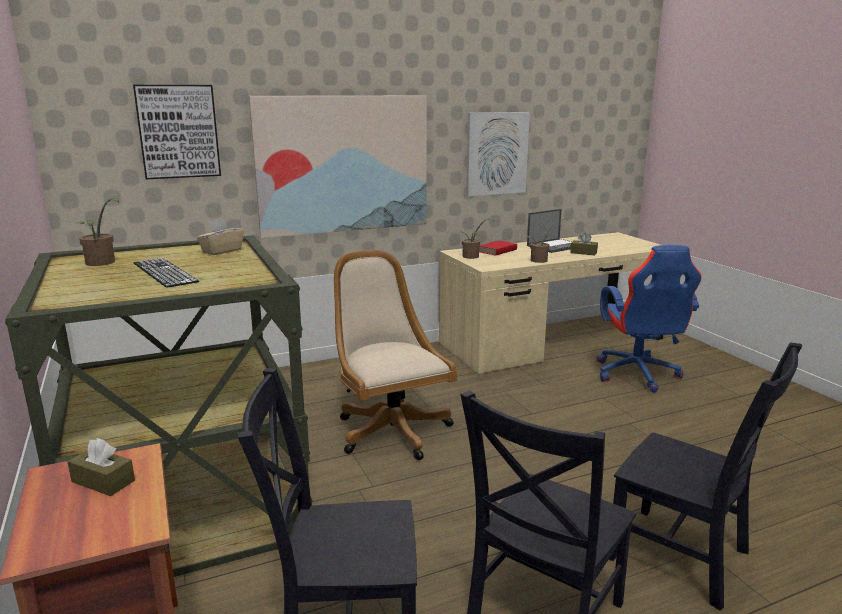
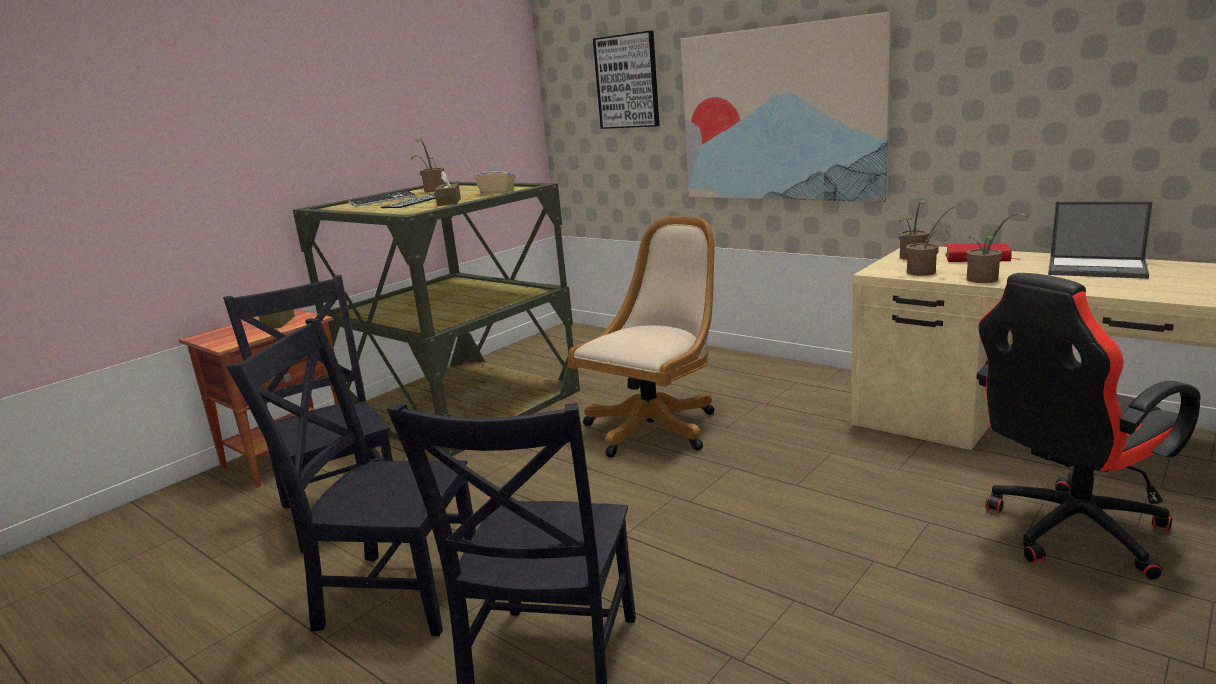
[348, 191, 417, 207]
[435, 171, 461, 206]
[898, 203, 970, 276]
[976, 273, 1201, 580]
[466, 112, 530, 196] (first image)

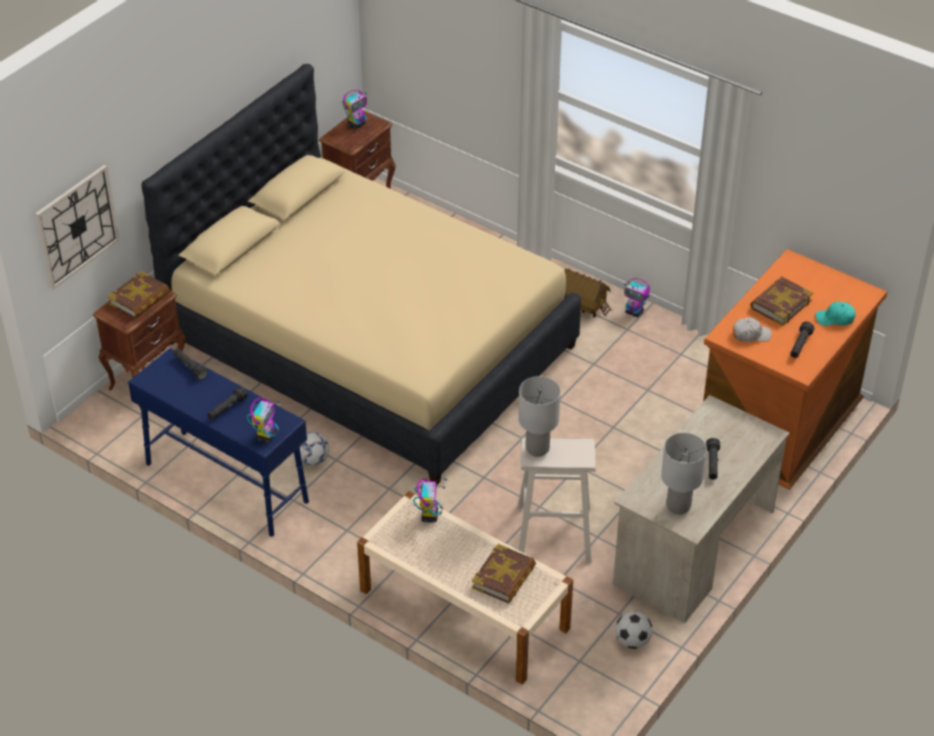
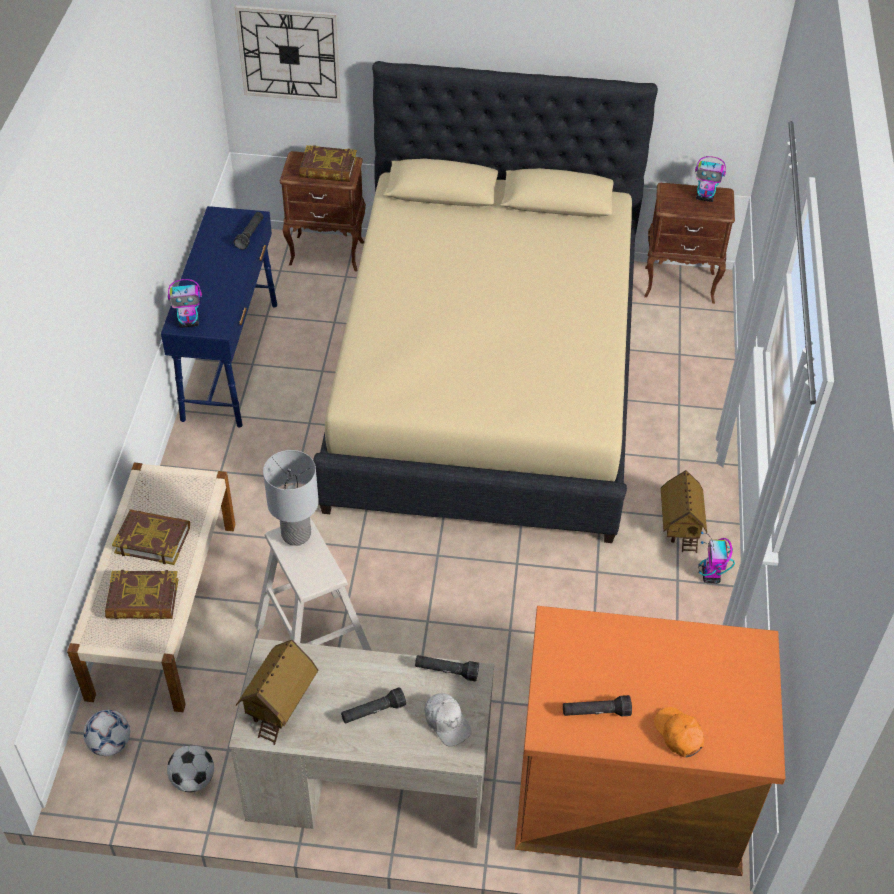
[83, 710, 130, 756]
[112, 509, 190, 565]
[236, 640, 318, 745]
[415, 655, 479, 681]
[425, 693, 472, 747]
[654, 707, 704, 758]
[413, 478, 447, 522] (first image)

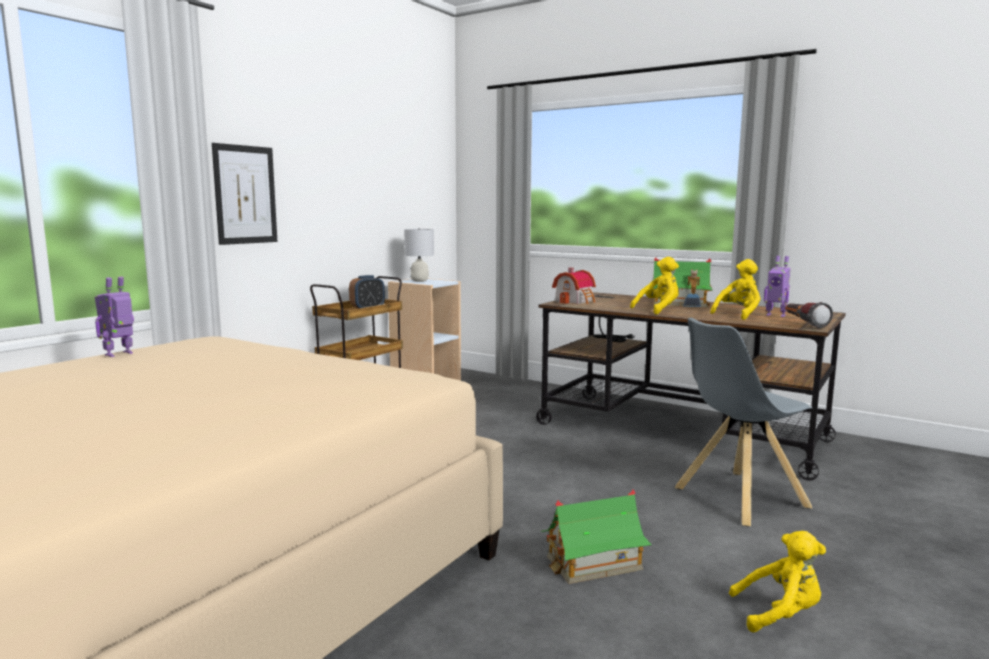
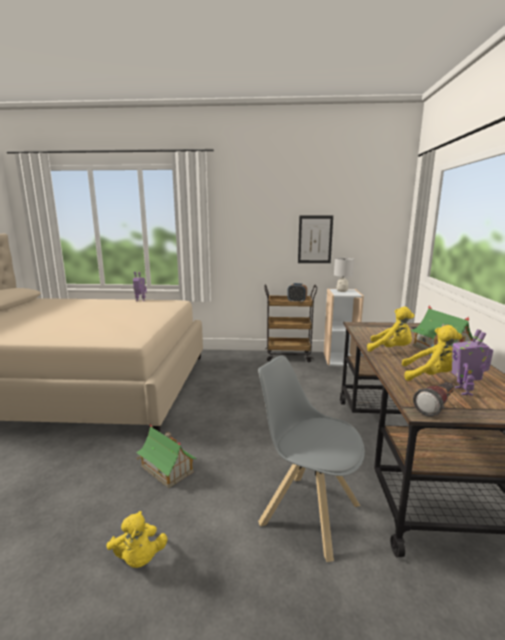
[298, 215, 333, 263]
[552, 268, 596, 304] (first image)

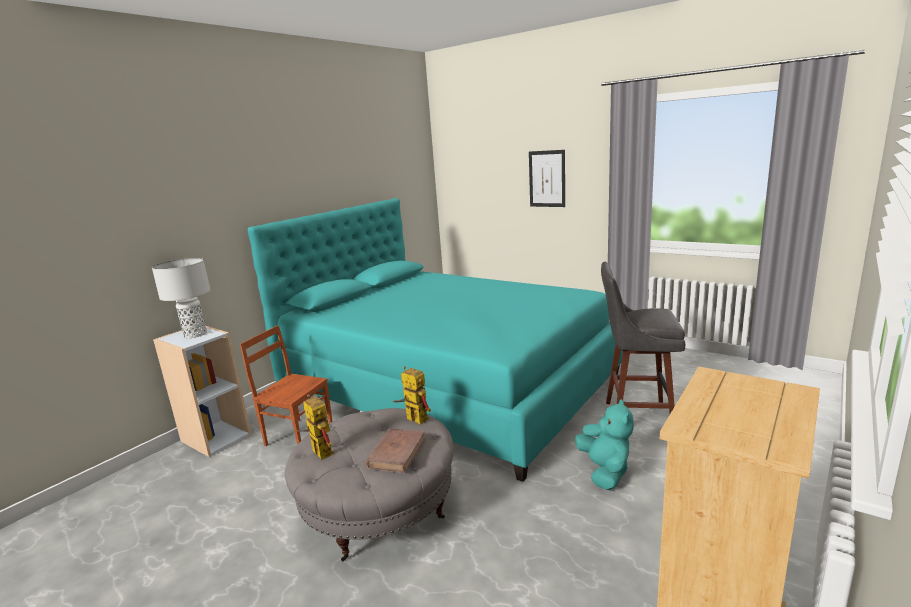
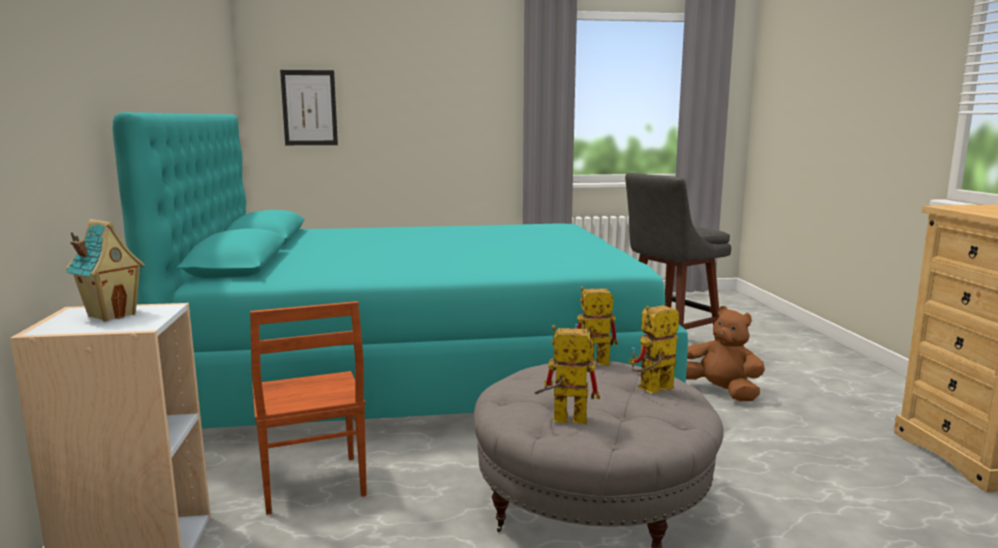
[66, 219, 145, 321]
[250, 301, 367, 515]
[280, 70, 338, 145]
[629, 305, 679, 393]
[686, 306, 765, 401]

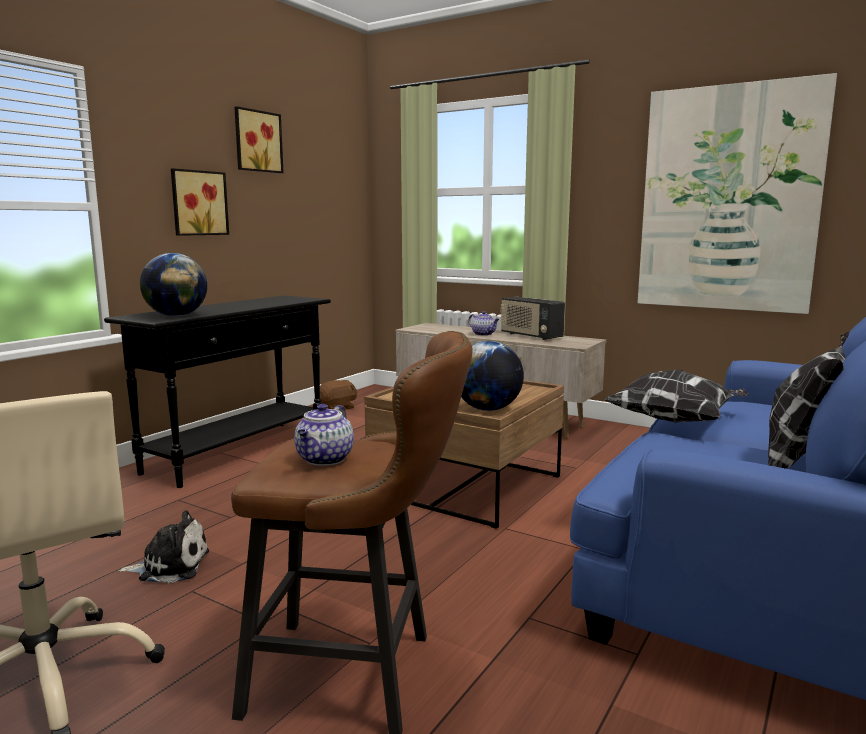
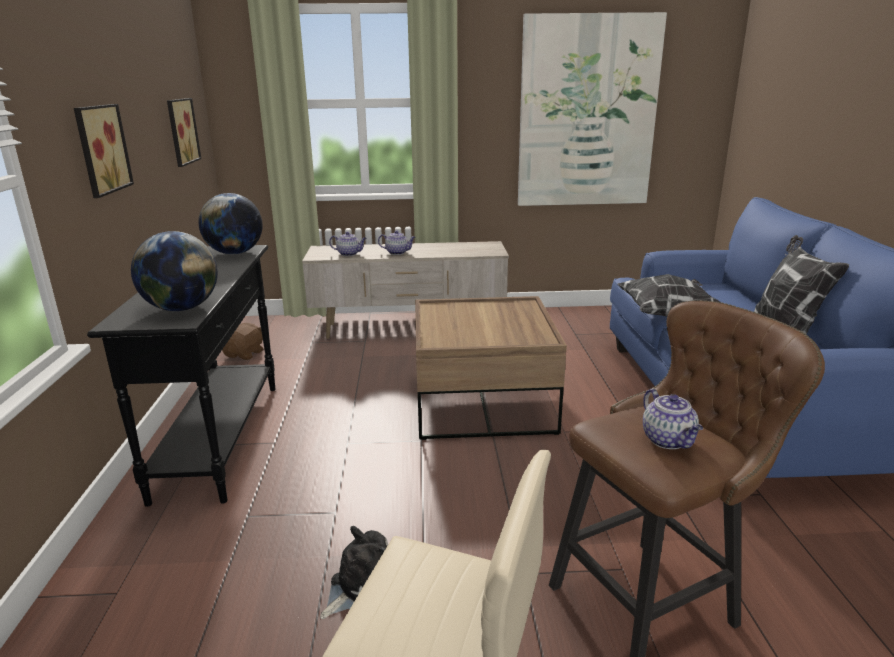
[167, 98, 201, 167]
[199, 193, 263, 254]
[329, 232, 367, 256]
[500, 297, 565, 340] (first image)

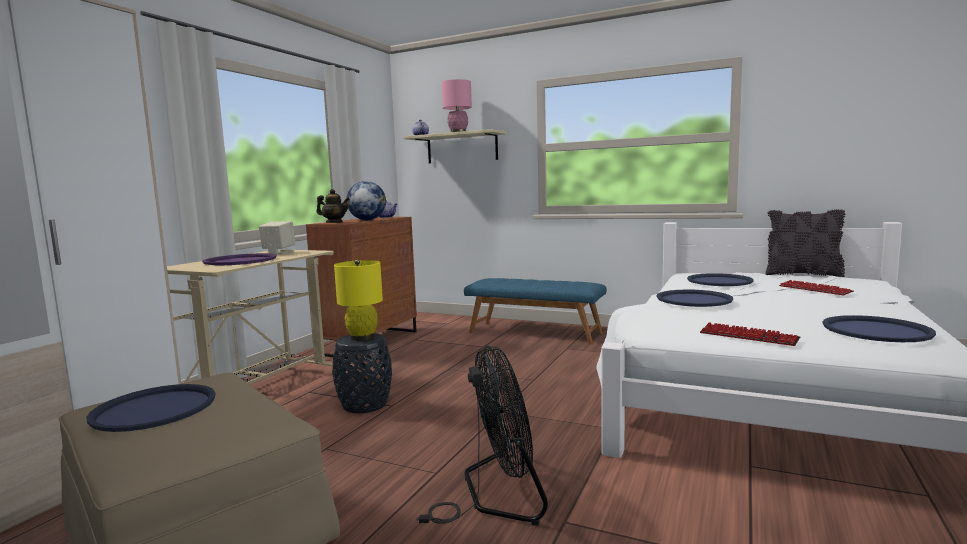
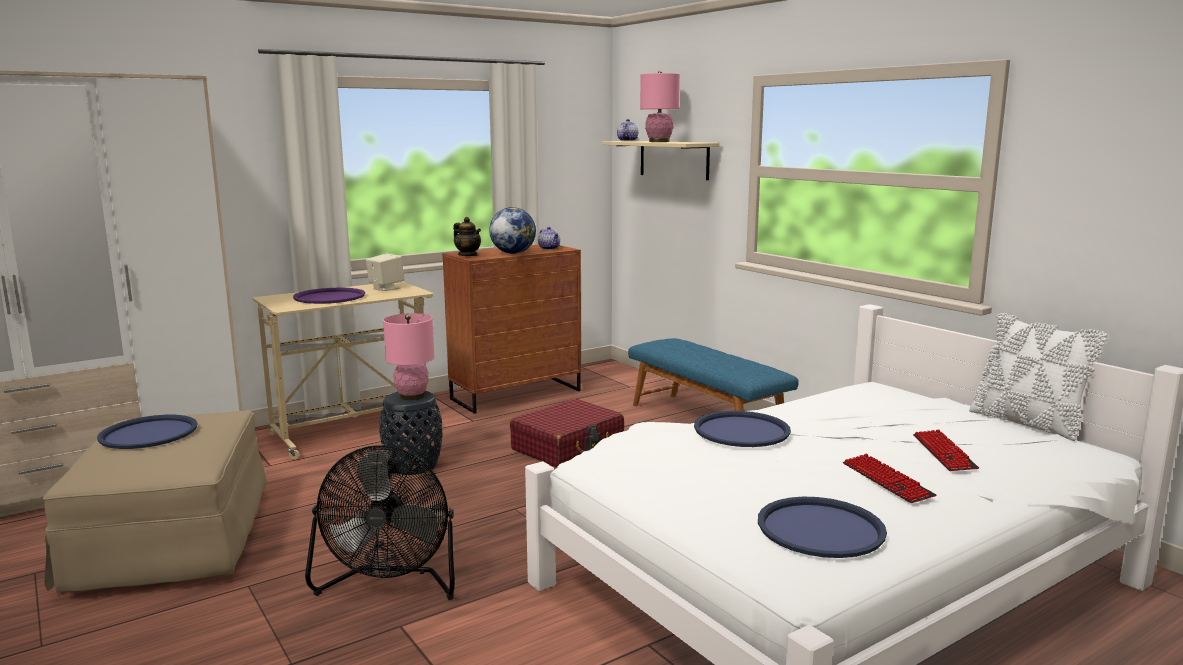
[305, 445, 455, 600]
[383, 313, 434, 400]
[510, 399, 624, 468]
[843, 454, 937, 503]
[969, 313, 1108, 441]
[687, 273, 754, 286] (first image)

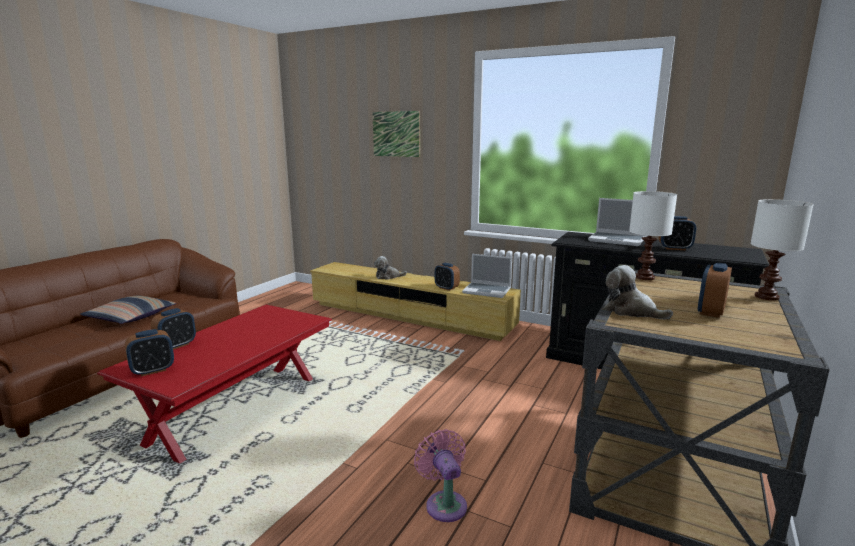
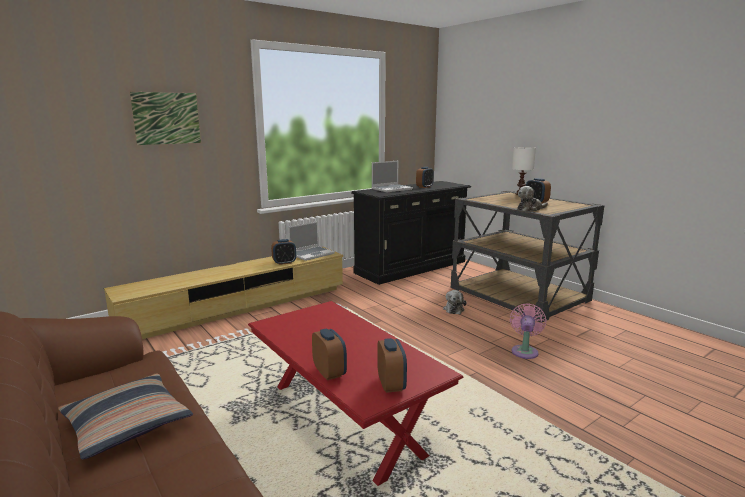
[443, 290, 466, 314]
[510, 303, 547, 359]
[629, 191, 677, 280] (first image)

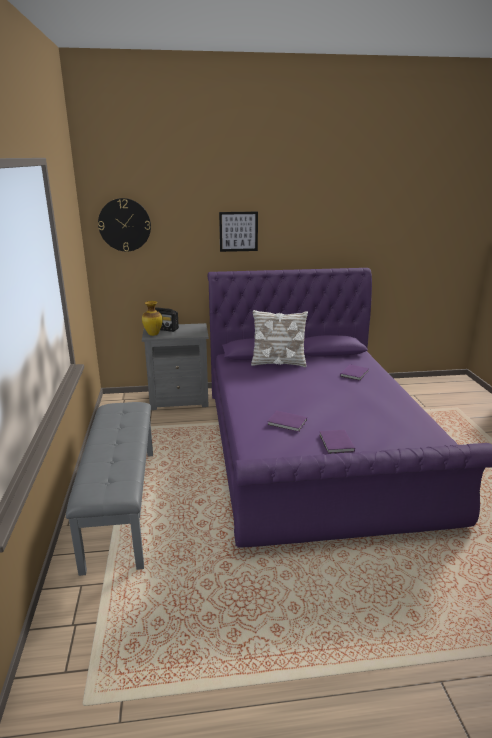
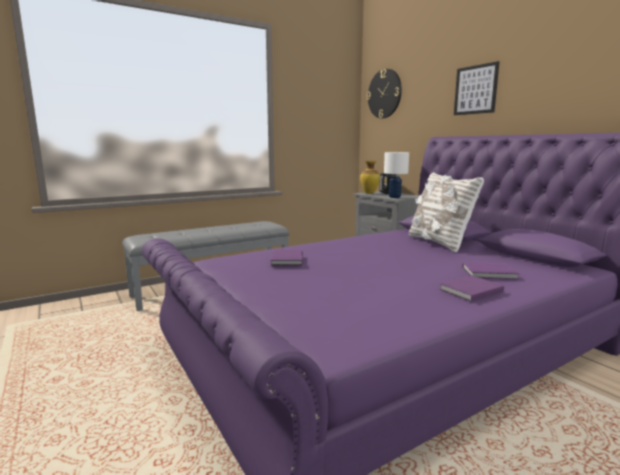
[384, 152, 409, 198]
[440, 276, 504, 302]

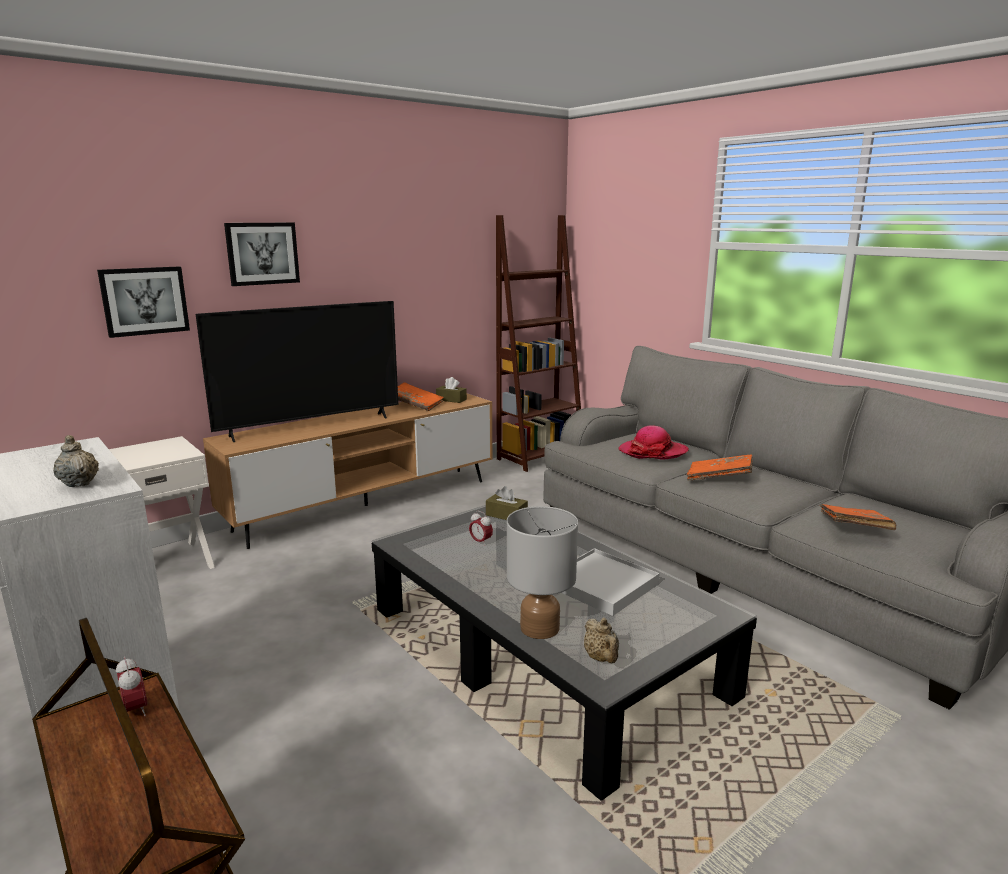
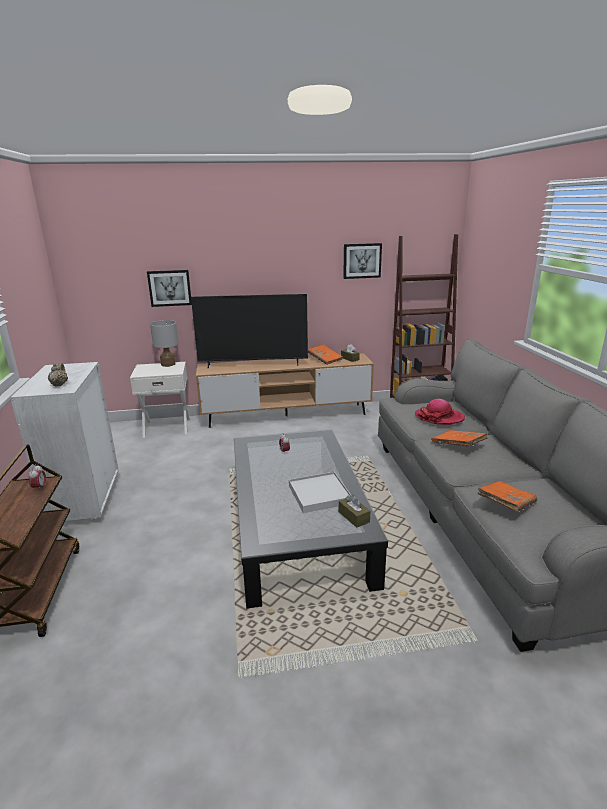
[150, 320, 178, 367]
[339, 495, 370, 528]
[343, 243, 382, 279]
[584, 618, 619, 663] (first image)

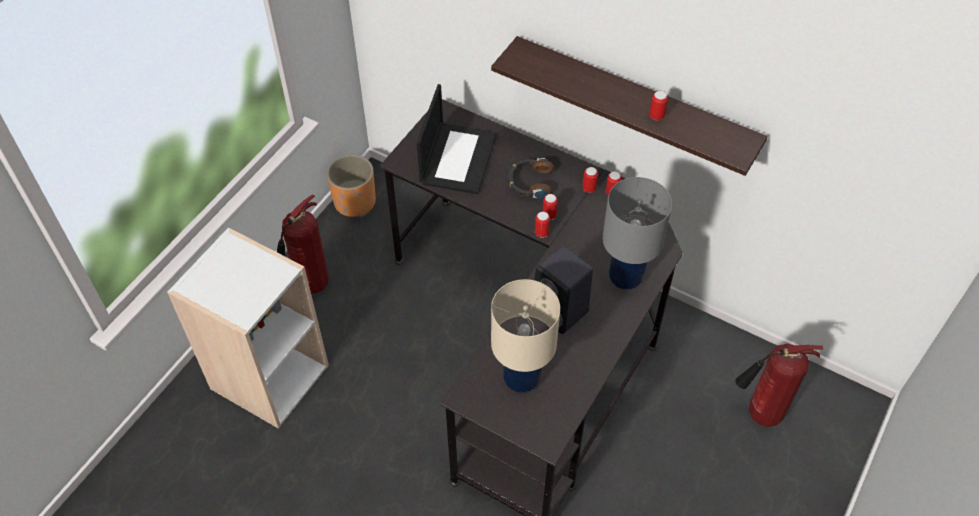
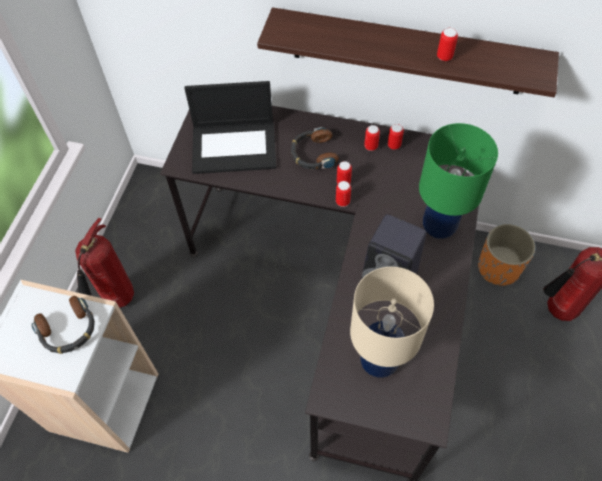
[31, 296, 95, 354]
[185, 81, 276, 174]
[419, 123, 498, 239]
[478, 224, 535, 286]

